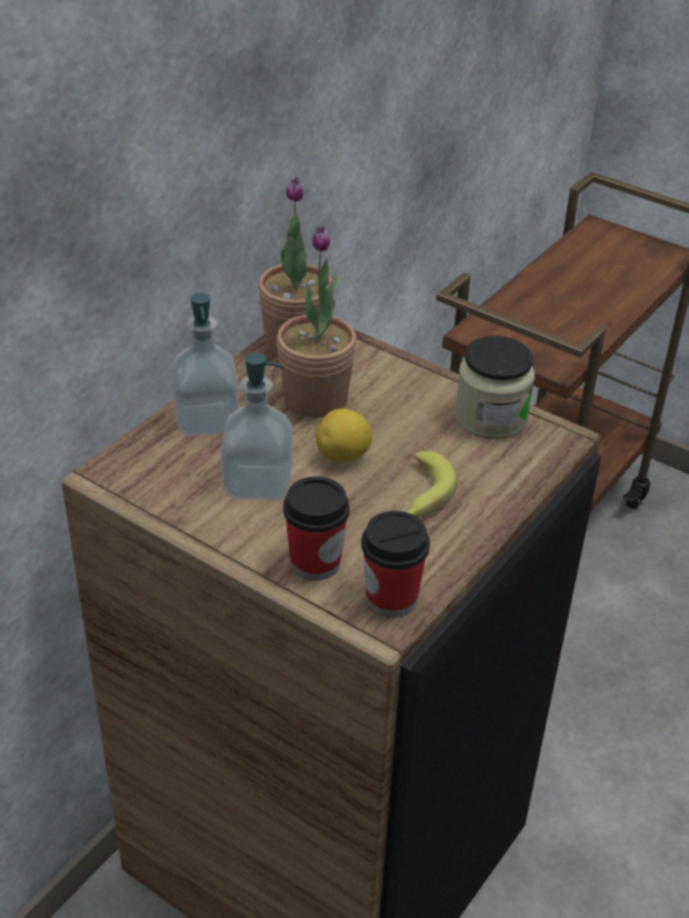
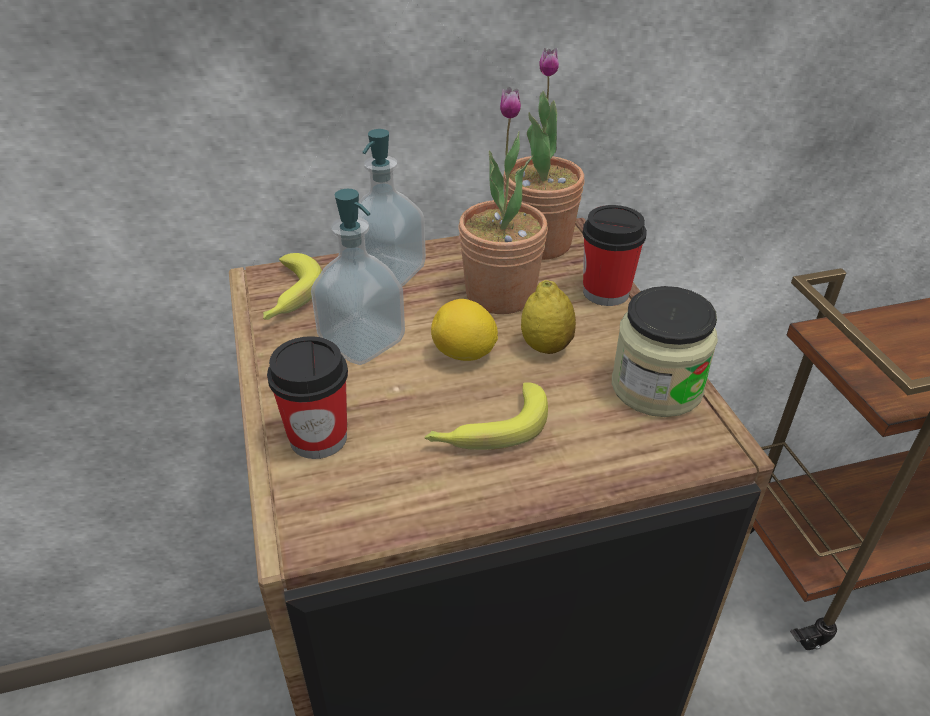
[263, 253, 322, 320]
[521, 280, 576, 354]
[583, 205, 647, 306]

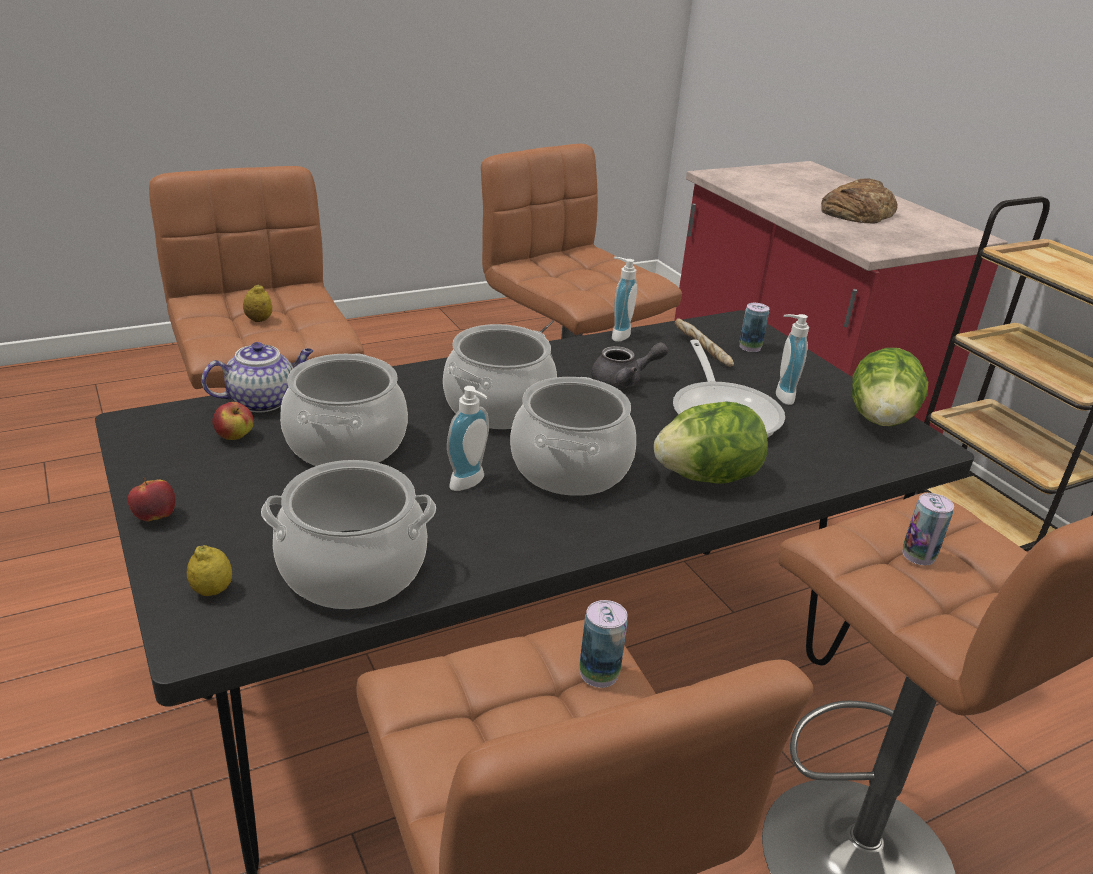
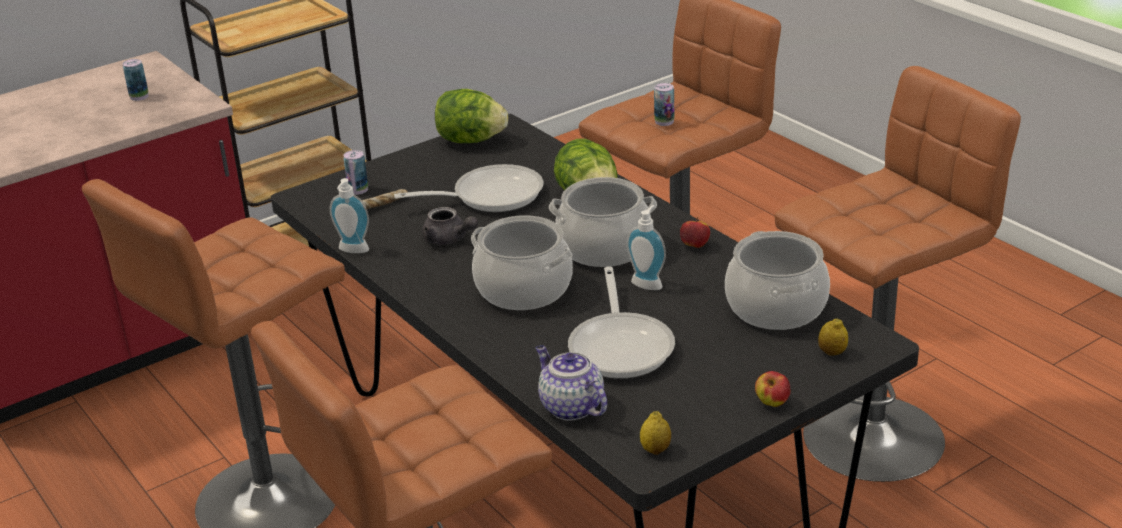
[122, 59, 149, 101]
[422, 207, 478, 245]
[568, 266, 675, 379]
[640, 411, 671, 455]
[680, 217, 710, 248]
[776, 314, 809, 405] (first image)
[821, 178, 898, 223] (first image)

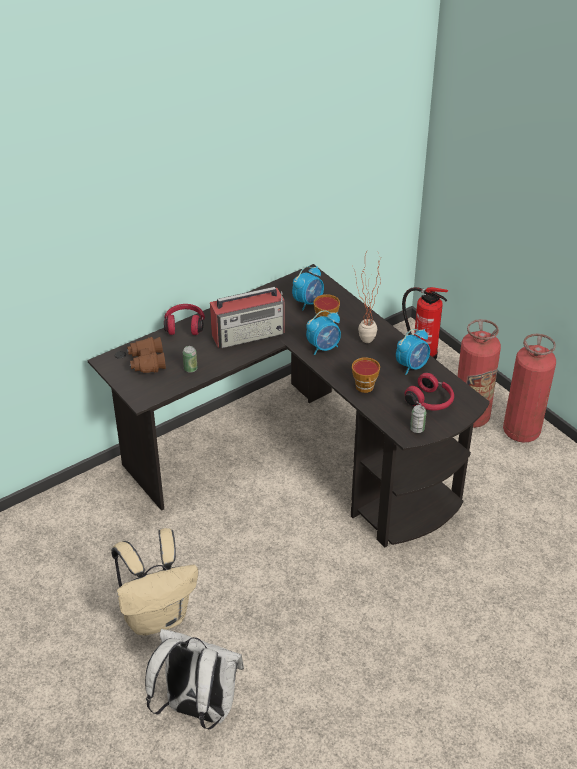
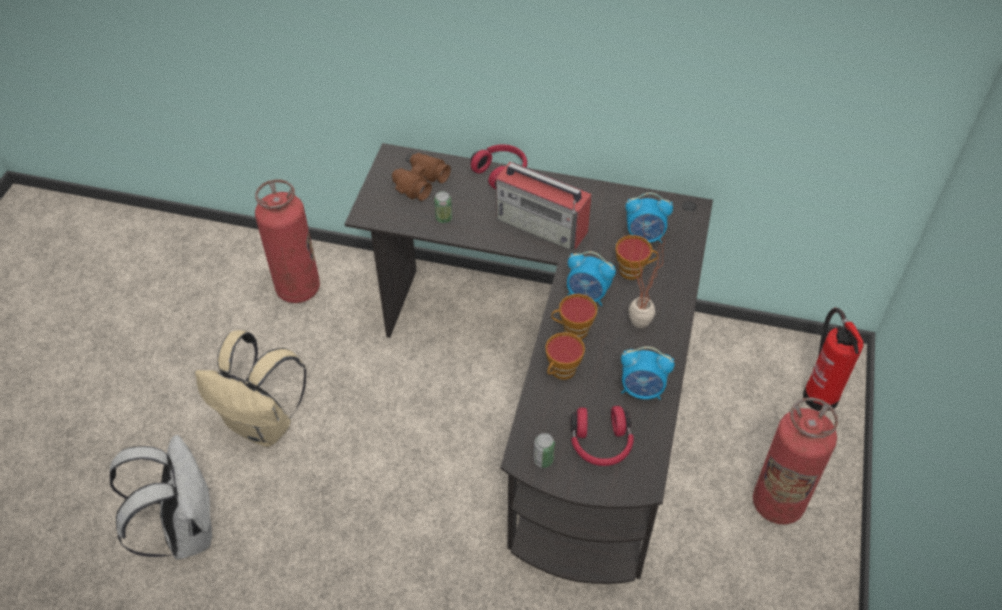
[255, 179, 320, 303]
[551, 294, 597, 339]

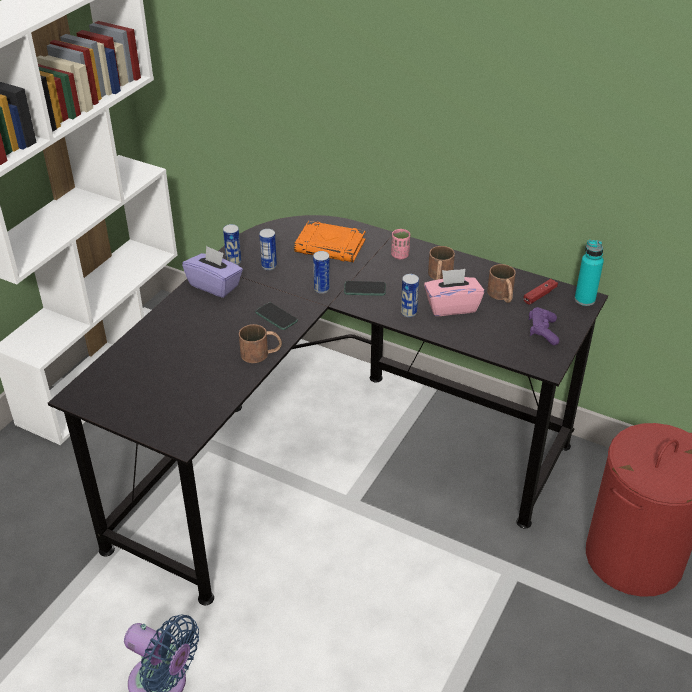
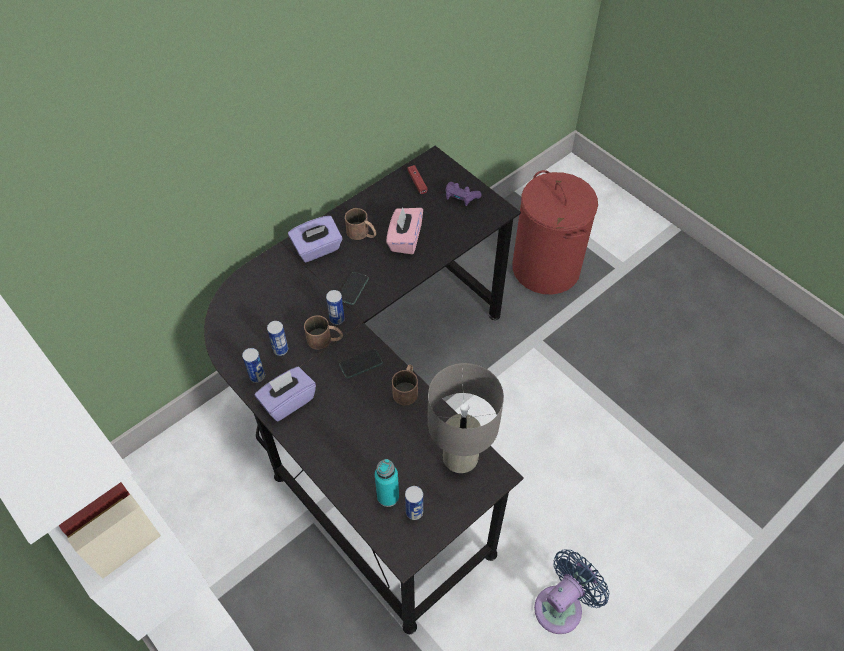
[288, 216, 343, 262]
[304, 315, 343, 350]
[375, 459, 399, 507]
[405, 486, 423, 520]
[428, 363, 504, 475]
[294, 221, 366, 262] (first image)

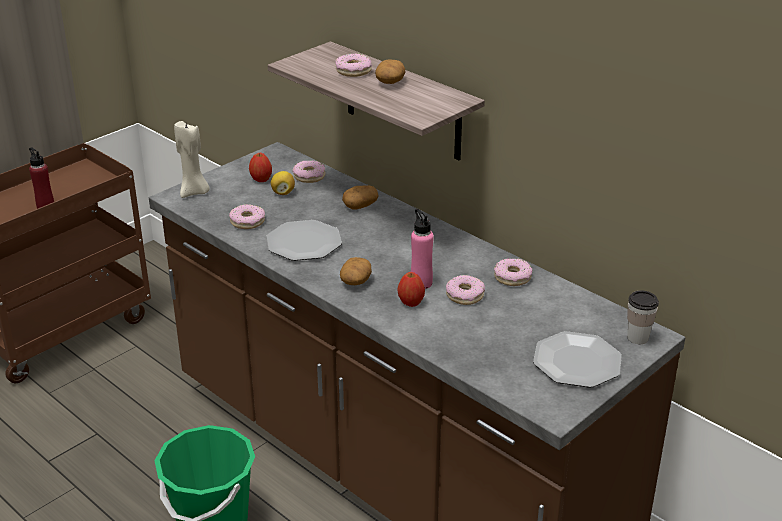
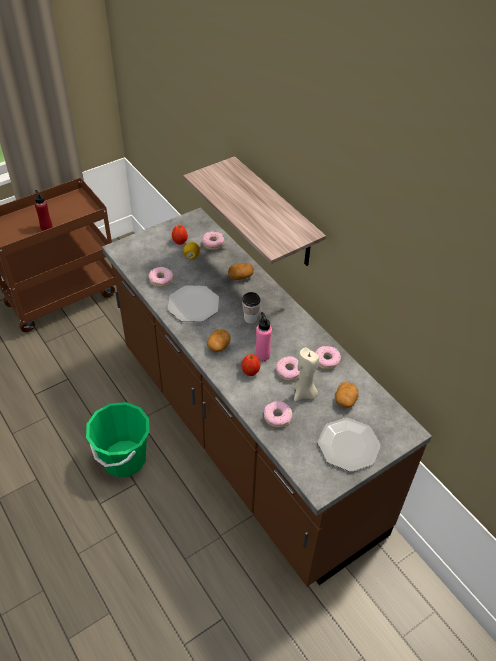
[242, 292, 260, 324]
[264, 401, 292, 428]
[294, 347, 319, 402]
[335, 382, 359, 408]

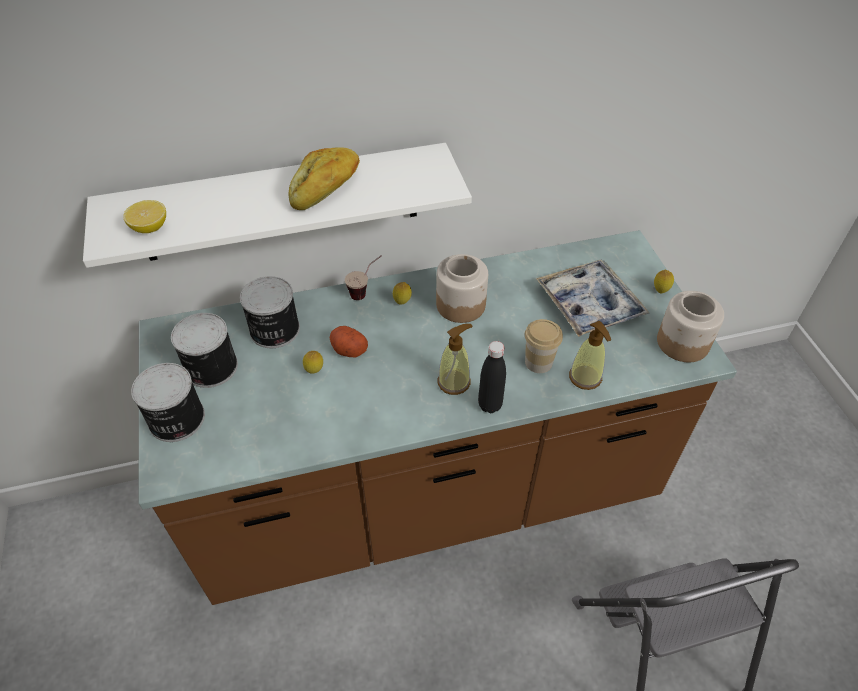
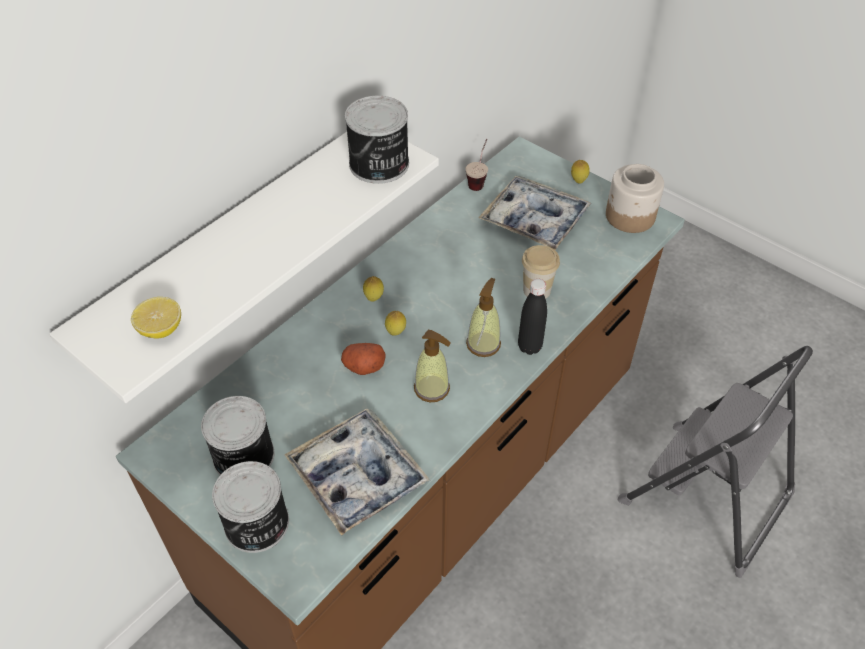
[284, 408, 430, 536]
[345, 96, 409, 184]
[385, 311, 406, 336]
[414, 329, 451, 402]
[465, 139, 488, 191]
[288, 147, 360, 210] (first image)
[436, 254, 488, 323] (first image)

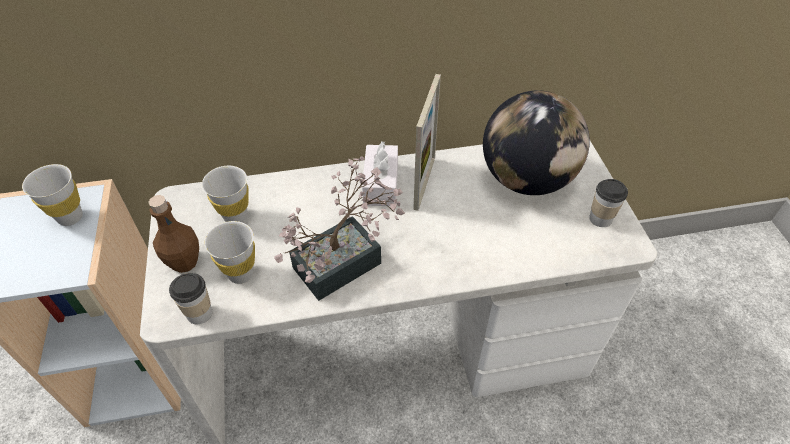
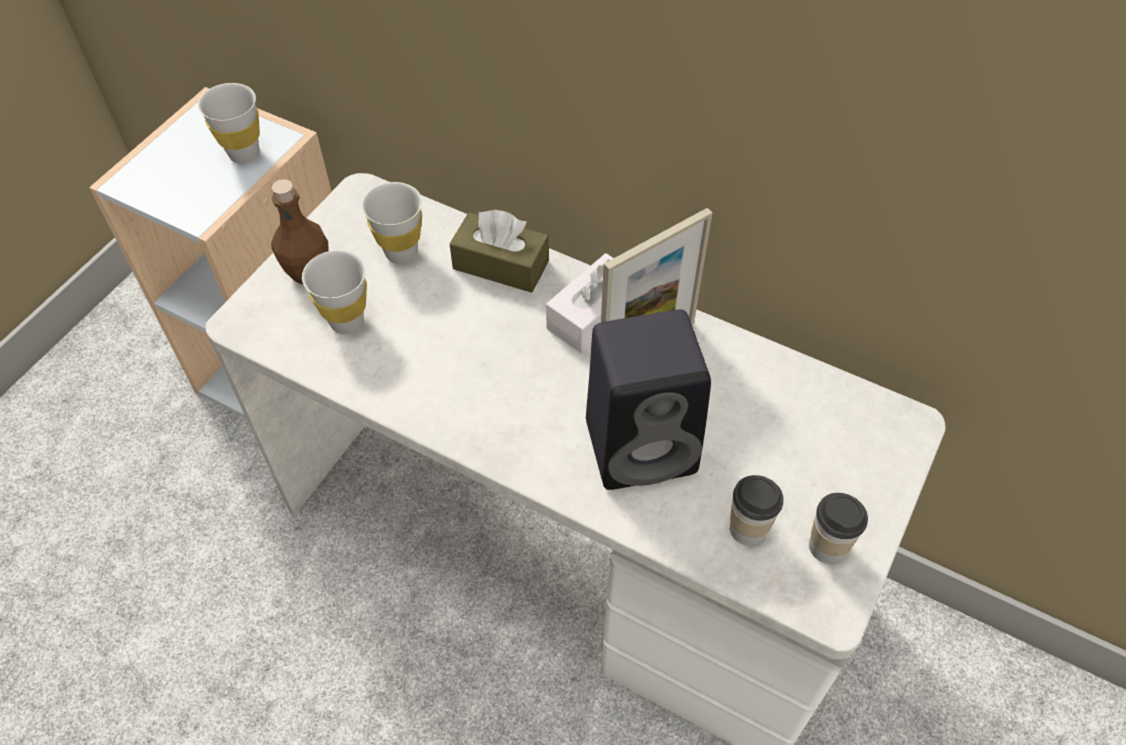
[450, 210, 549, 293]
[586, 309, 711, 490]
[730, 475, 783, 546]
[274, 156, 405, 301] (first image)
[483, 90, 590, 195] (first image)

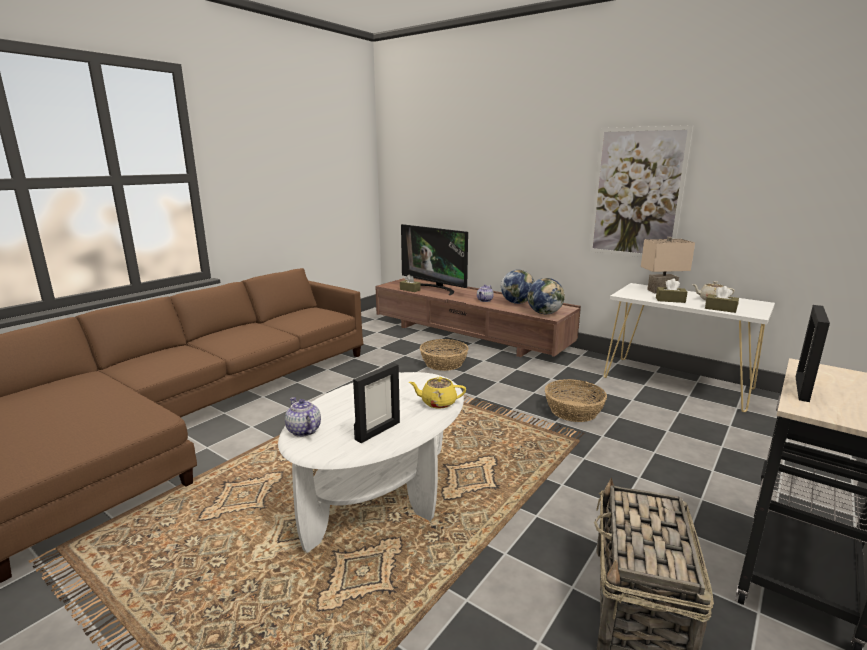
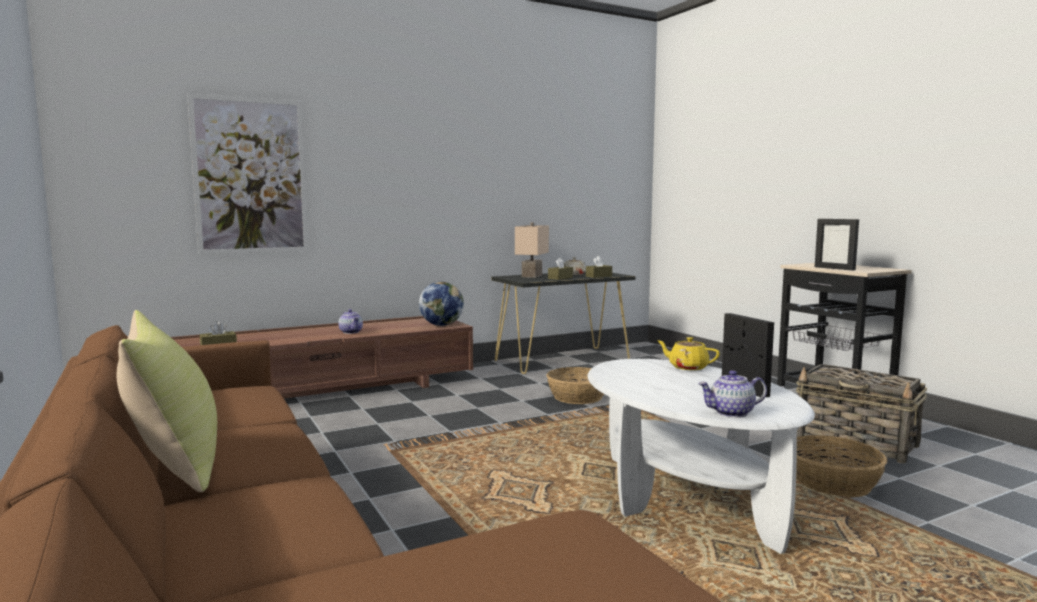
[116, 310, 217, 492]
[187, 93, 309, 255]
[491, 271, 636, 374]
[657, 337, 720, 370]
[796, 435, 888, 498]
[401, 224, 468, 295] (first image)
[501, 270, 535, 304] (first image)

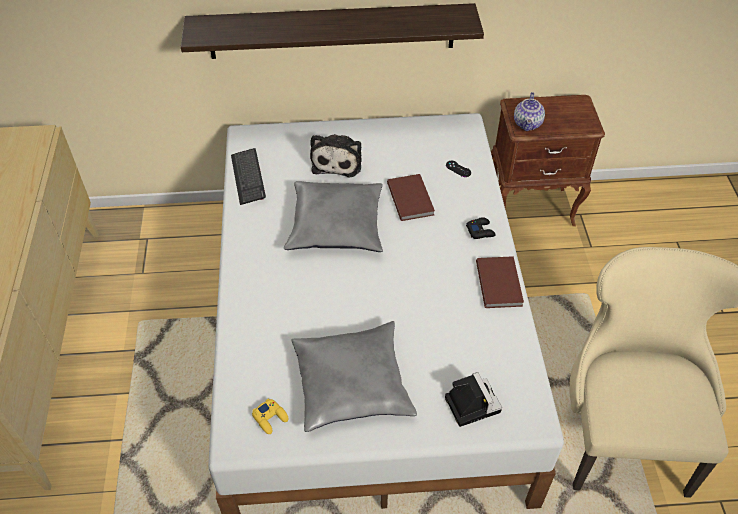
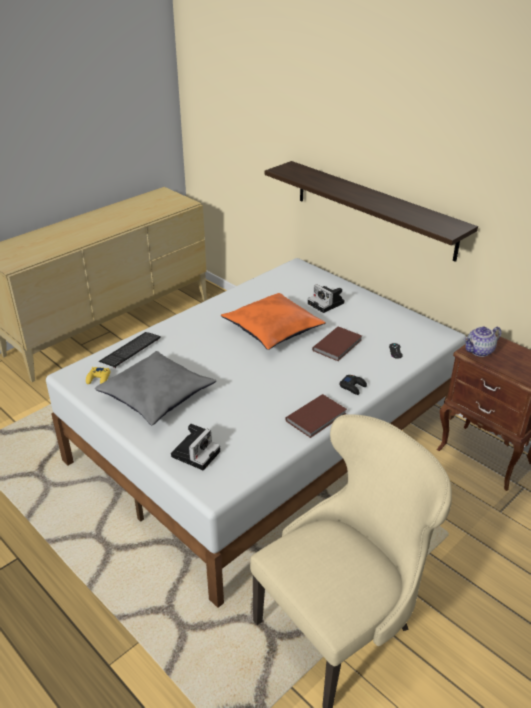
[99, 332, 161, 368]
[221, 293, 326, 350]
[308, 284, 344, 313]

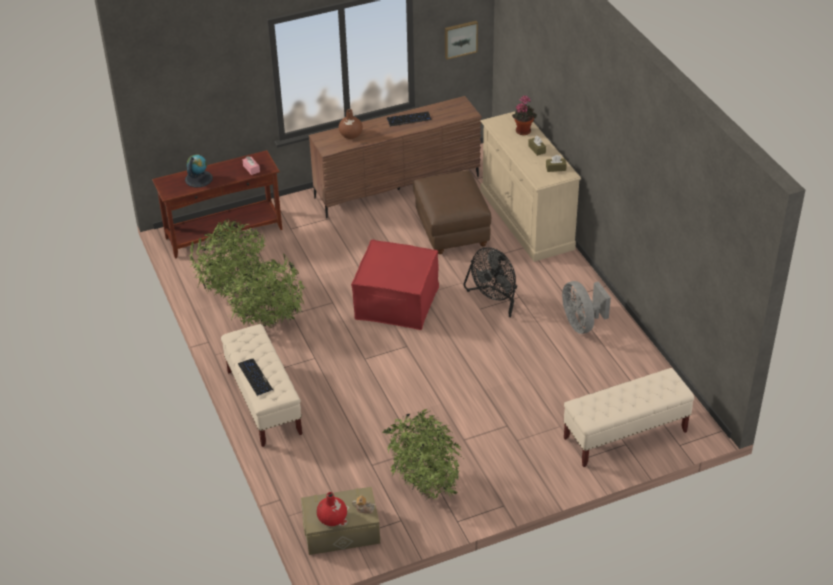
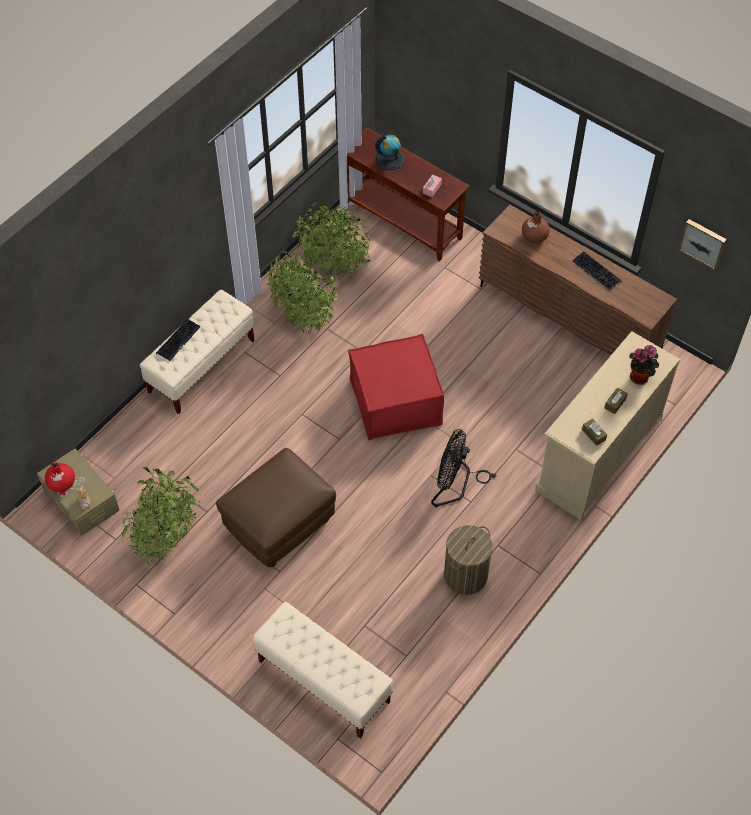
[216, 448, 336, 567]
[444, 525, 492, 595]

